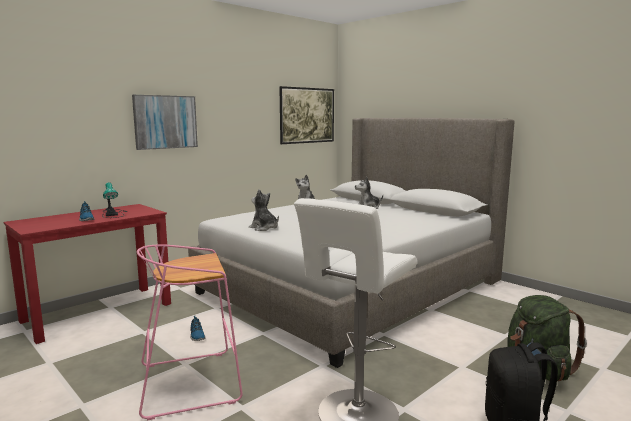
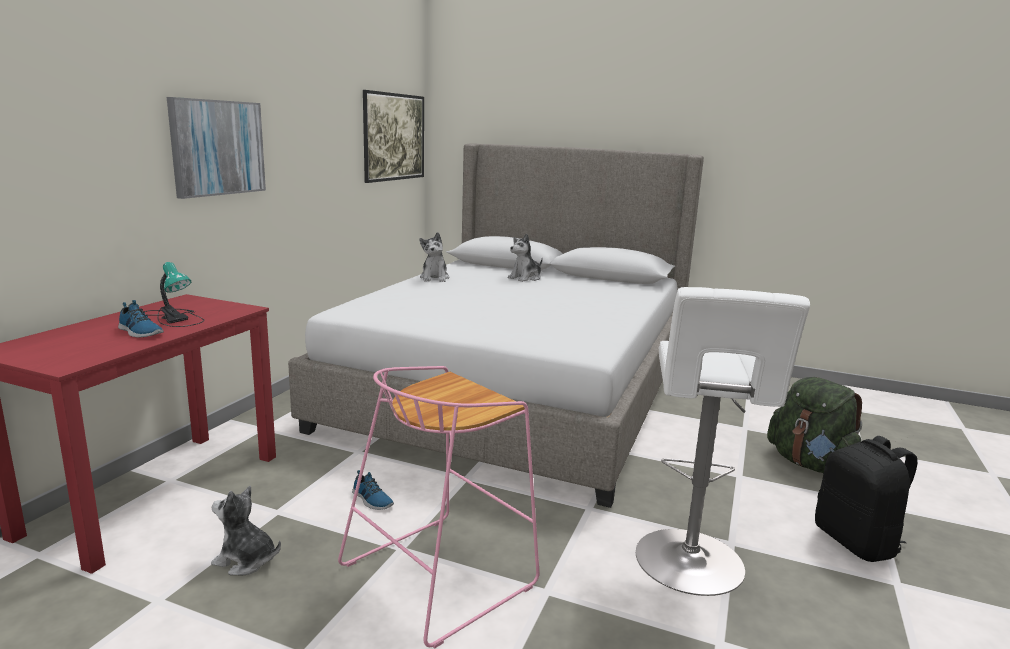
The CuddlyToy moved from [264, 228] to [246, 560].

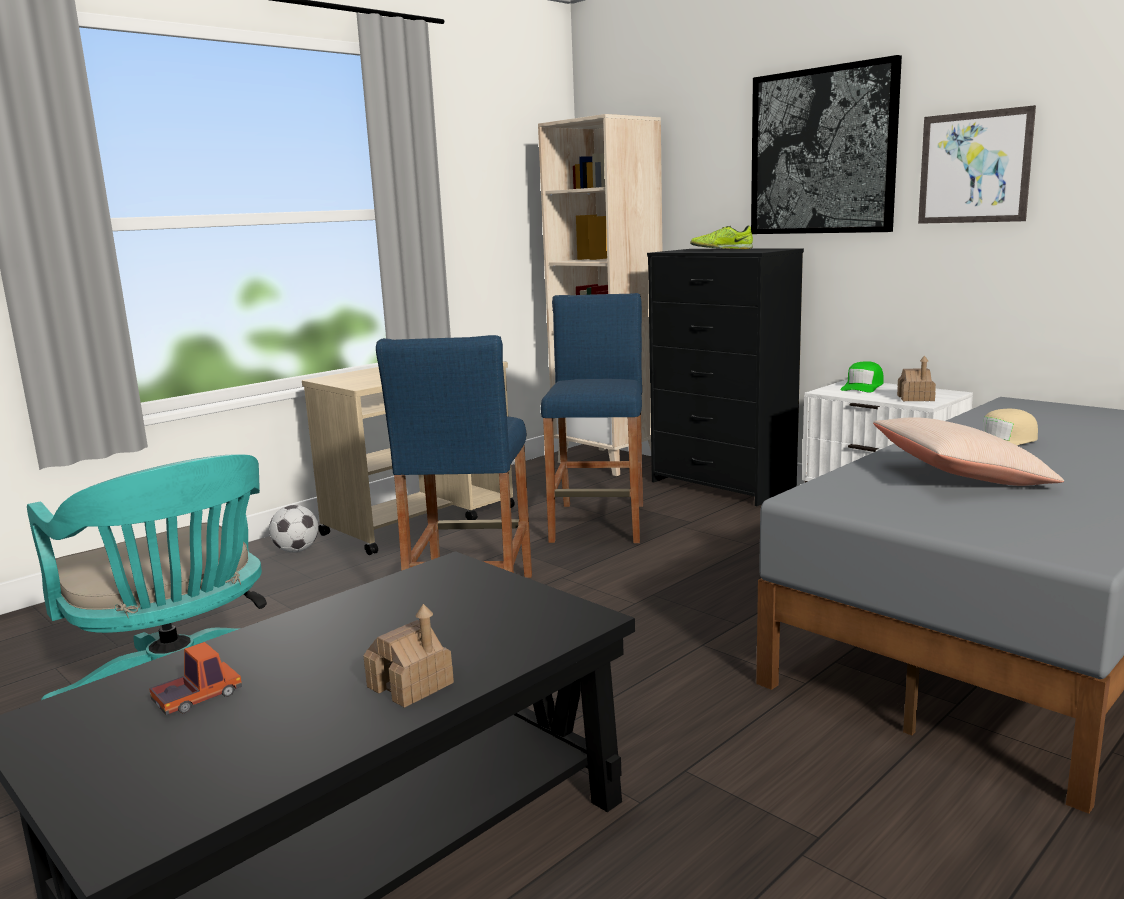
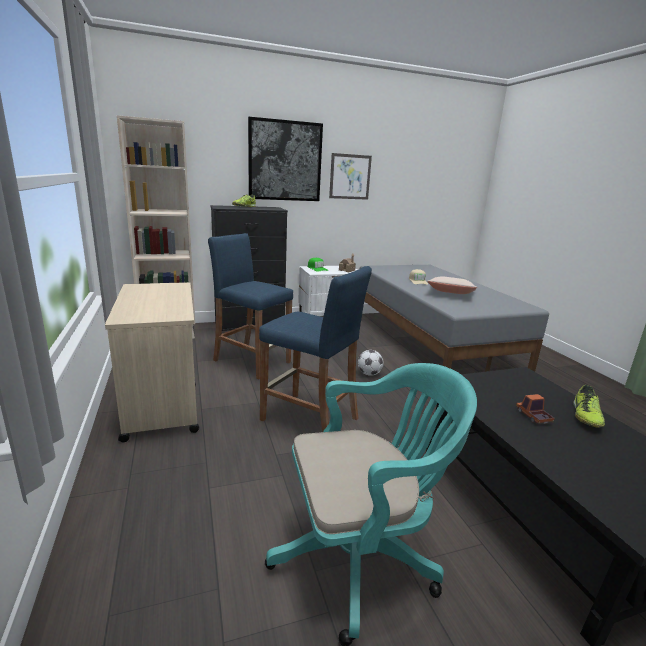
The FootballBall moved from [296, 550] to [369, 374].
The ModelHouse at [410, 685] was replaced by the ItemOfFootwear at [586, 416].
The ToyLorry moved from [197, 698] to [533, 416].

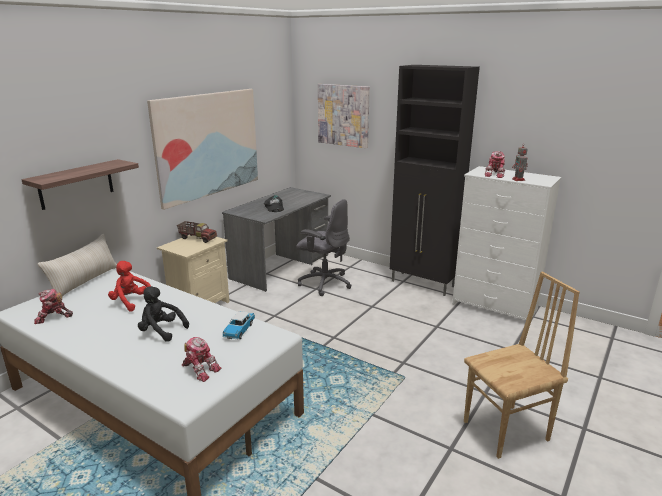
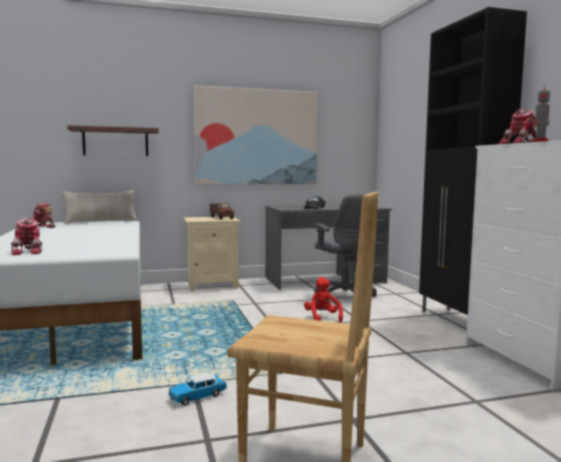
The WallArt at [343, 115] disappeared.
The ReddishCuddlyToy moved from [131, 302] to [322, 318].
The BlackCuddlyToy at [161, 331] disappeared.
The MiniatureCar moved from [239, 330] to [197, 396].

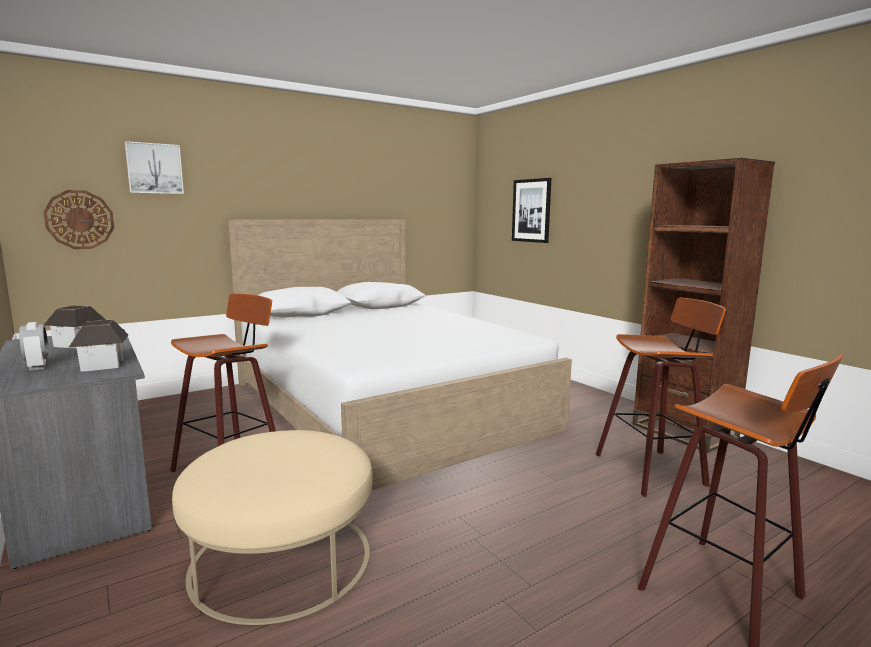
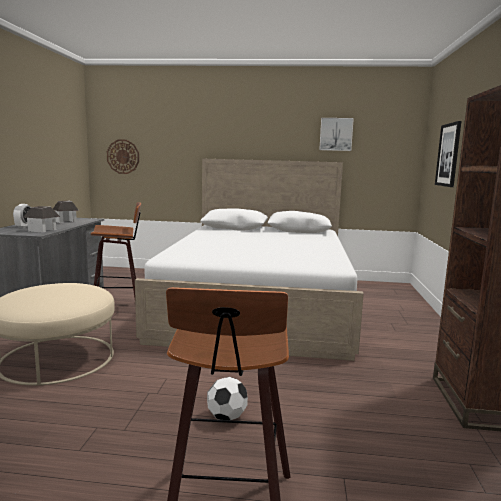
The WallArt moved from [154, 168] to [336, 134].
The StoolSeat at [653, 470] disappeared.
The FootballBall at [226, 417] appeared.

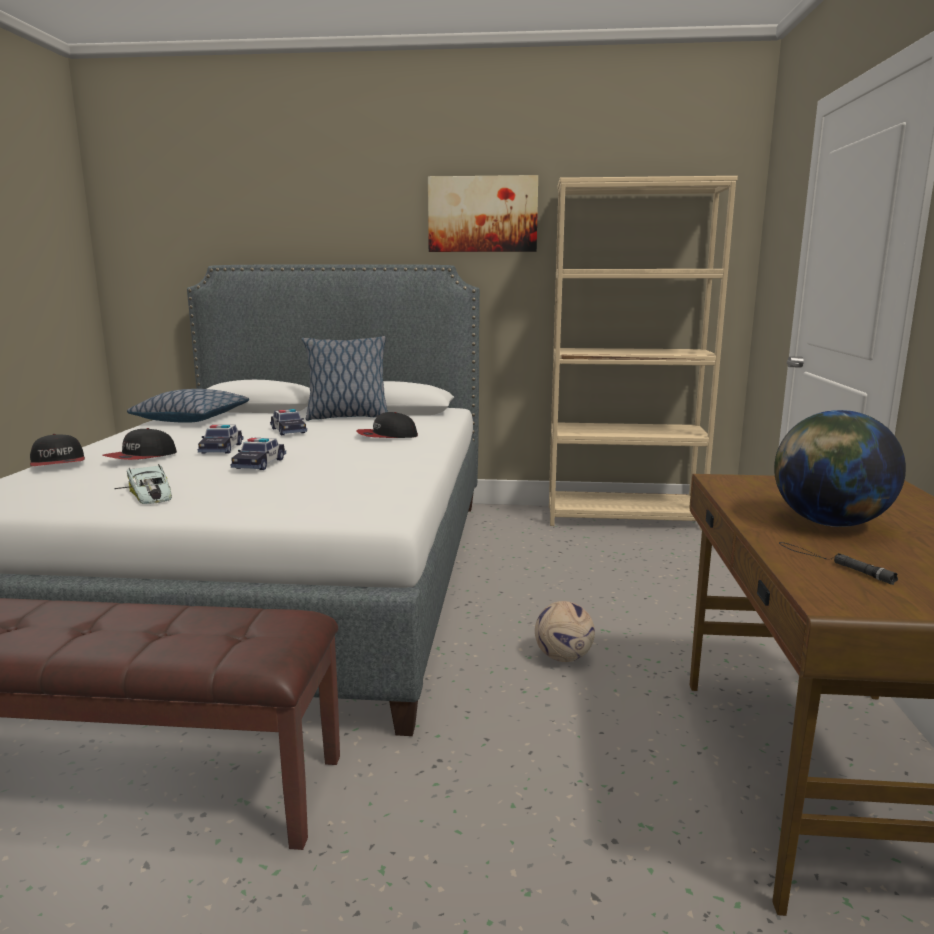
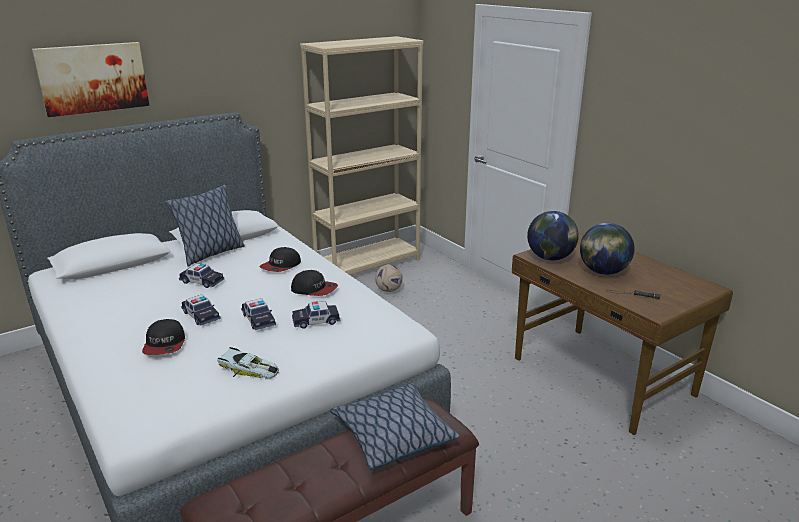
The WallArt moved from [482, 214] to [93, 78].
The Cushion moved from [191, 419] to [392, 436].
The BaseballCap moved from [58, 463] to [314, 289].
The FootballBall moved from [563, 658] to [389, 290].
The Globe at [550, 258] appeared.
The MiniatureCar at [316, 321] appeared.

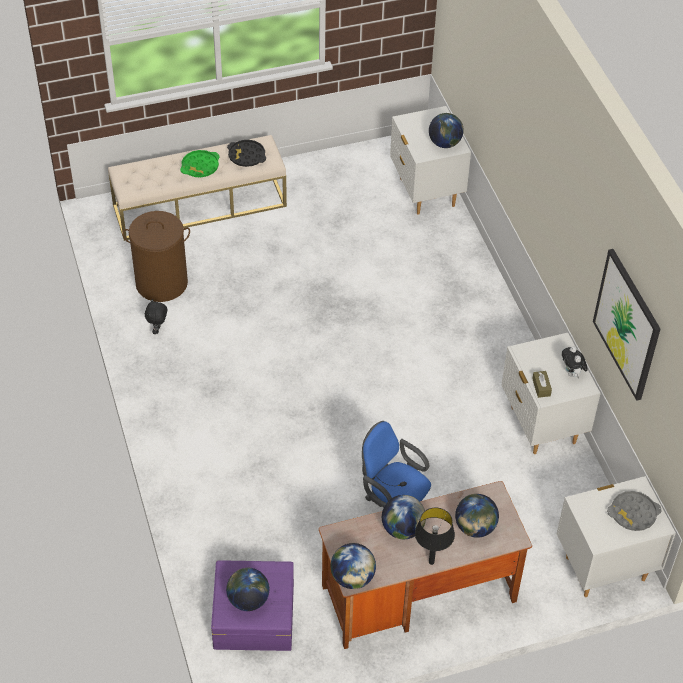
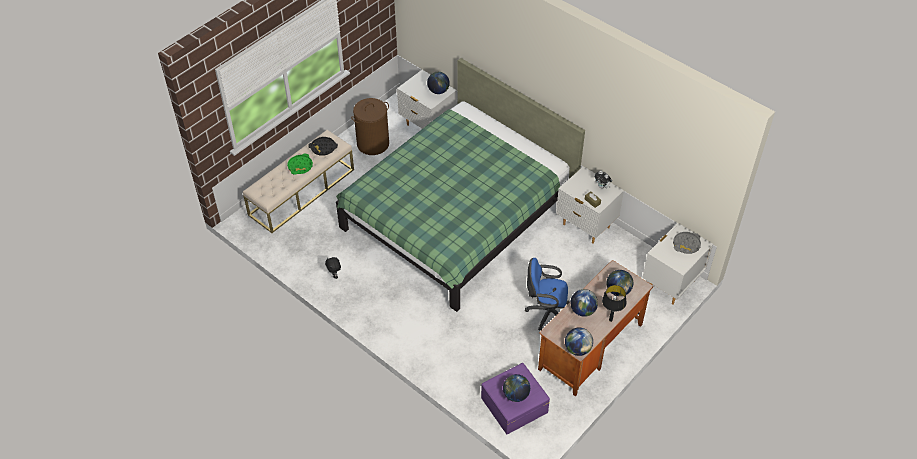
The BrownWashingBasket moved from [162, 283] to [373, 144].
The WallArt at [627, 324] disappeared.
The GreenBedroomBed at [457, 215] appeared.

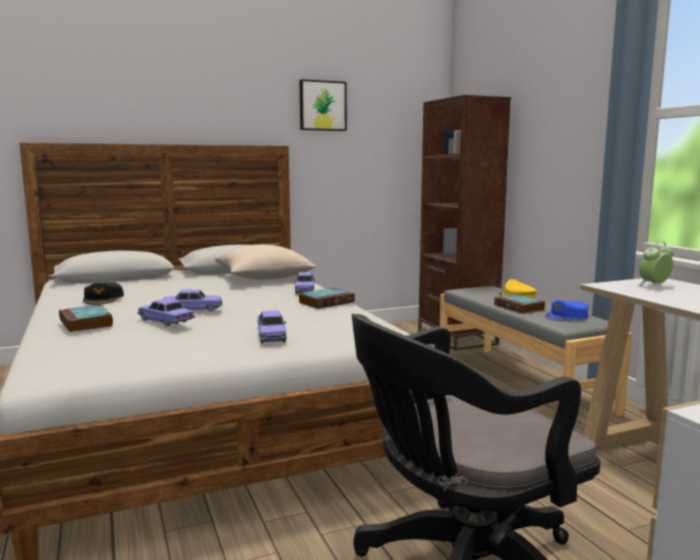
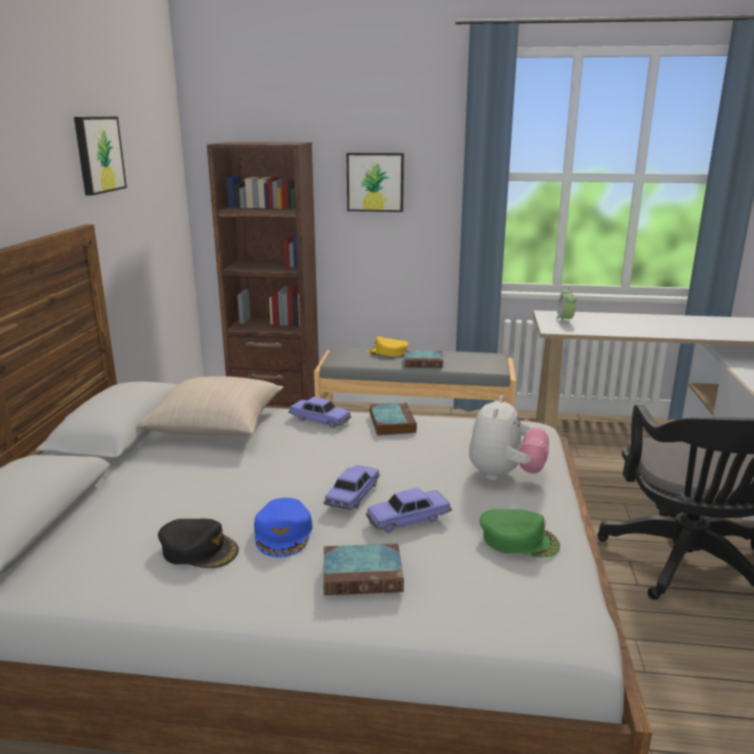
The BlueBaseballCap moved from [567, 316] to [283, 534].
The MiniatureCar at [271, 335] was replaced by the CuddlyToy at [505, 475].
The WallArt at [375, 182] appeared.
The GreenBaseballCap at [518, 539] appeared.

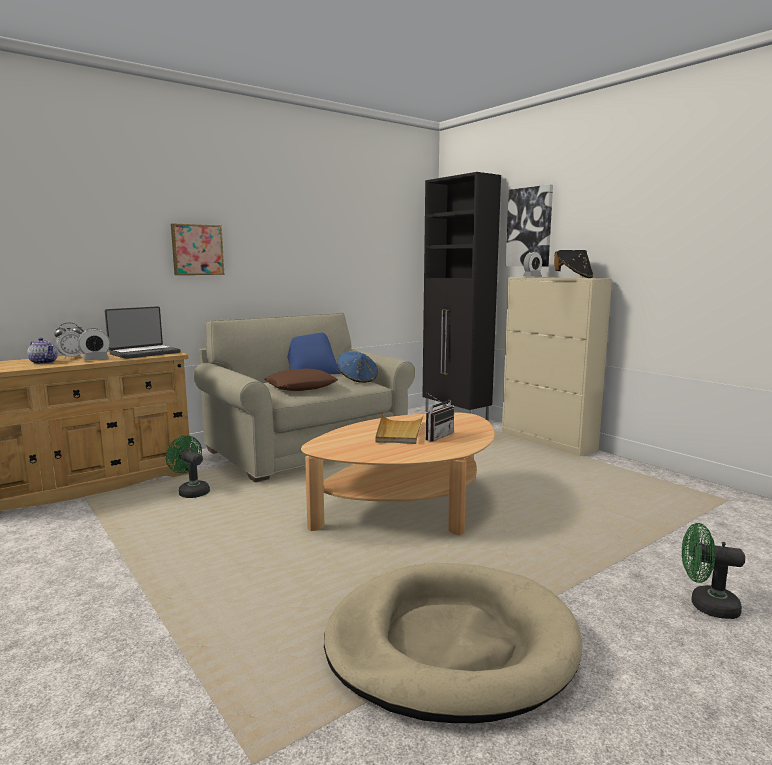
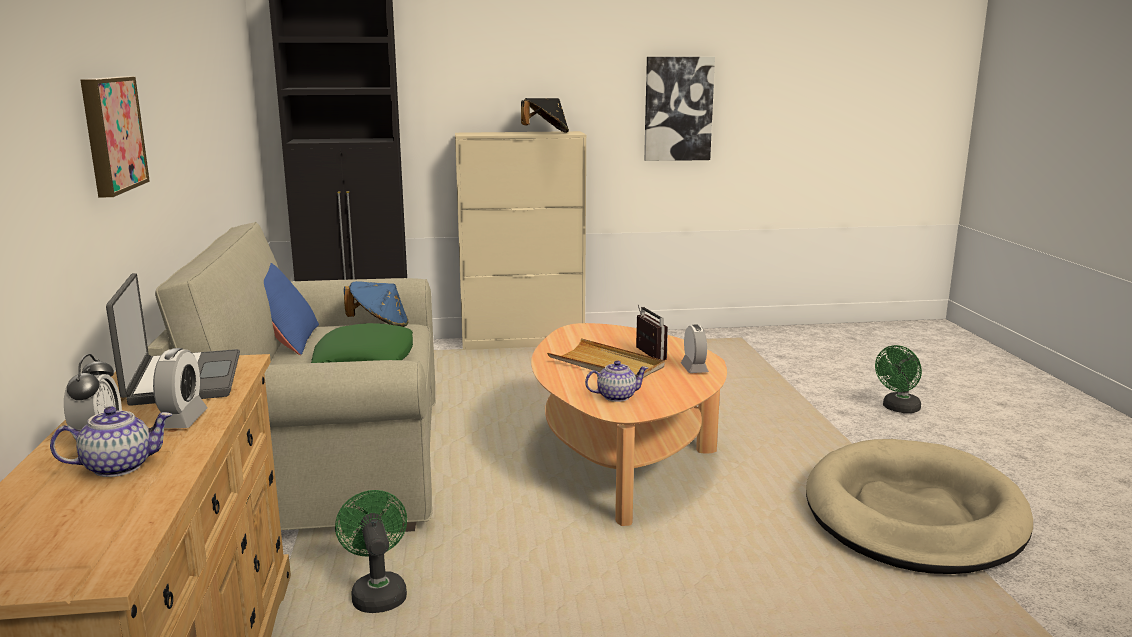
The WallArt moved from [529, 227] to [678, 109].
The AlarmClock moved from [532, 277] to [694, 368].
The BrownCushion at [301, 386] became the GreenCushion at [365, 358].
The GreenFan at [191, 491] turned 90 degrees clockwise.
The Teapot at [616, 396] appeared.

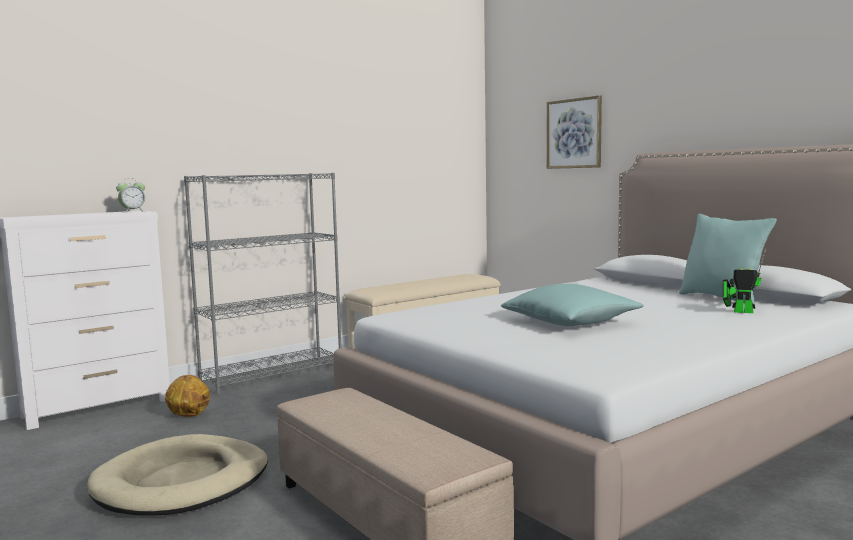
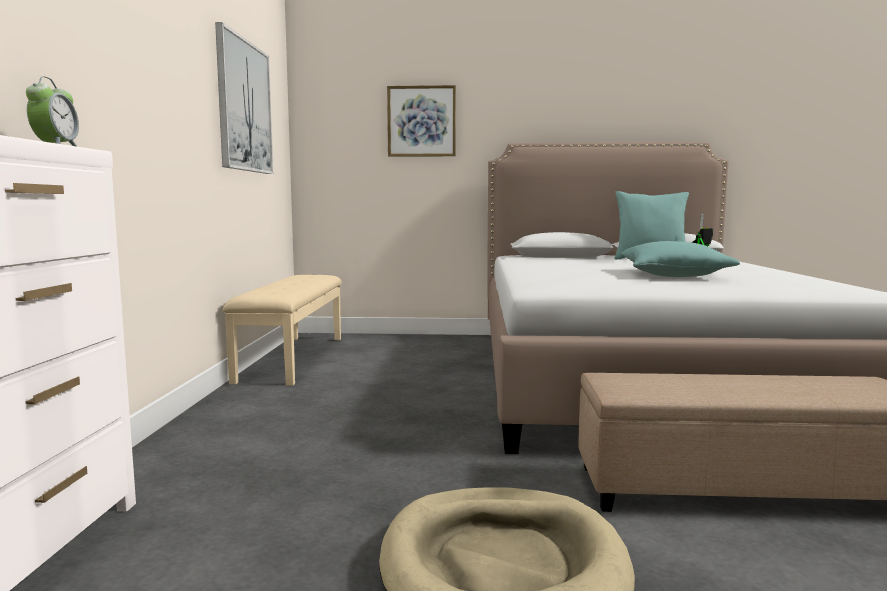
The GreyBookcase at [273, 374] disappeared.
The BallForBasketball at [189, 415] disappeared.
The WallArt at [244, 106] appeared.

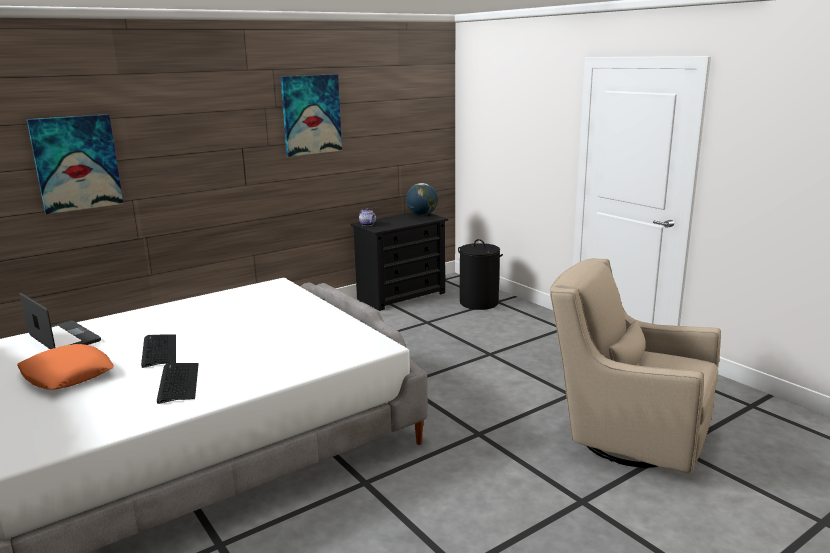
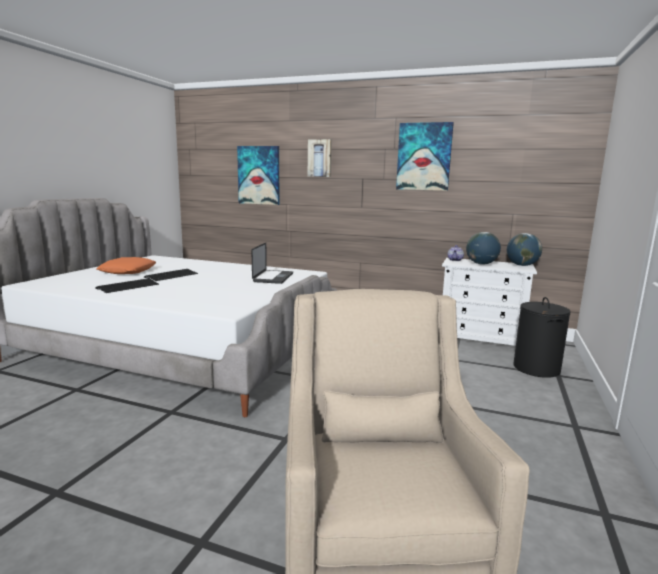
The BlackChestOfDrawers at [402, 296] became the WhitishChestOfDrawers at [480, 338].
The Laptop moved from [64, 338] to [273, 277].
The WallArt at [320, 158] appeared.
The Globe at [481, 264] appeared.

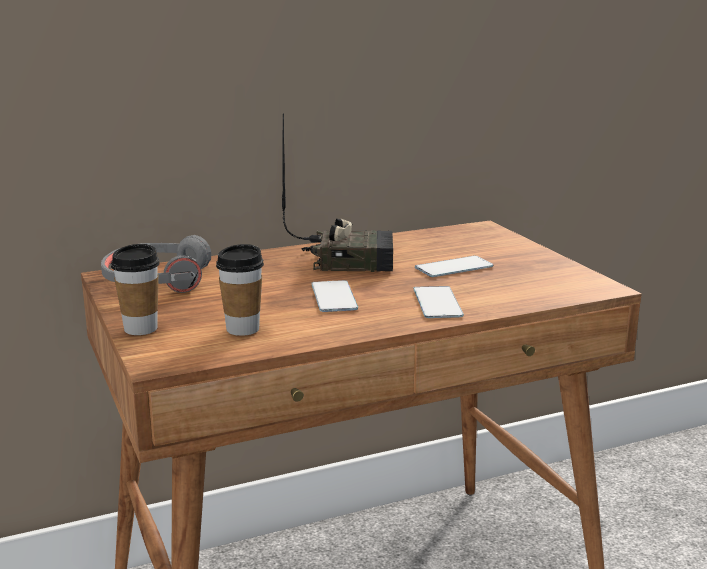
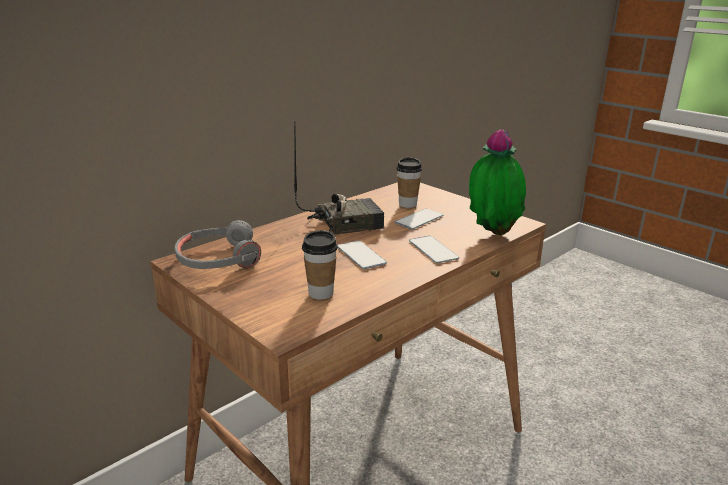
The SmallCup moved from [140, 329] to [407, 204].
The PlantInAPot at [491, 235] appeared.

